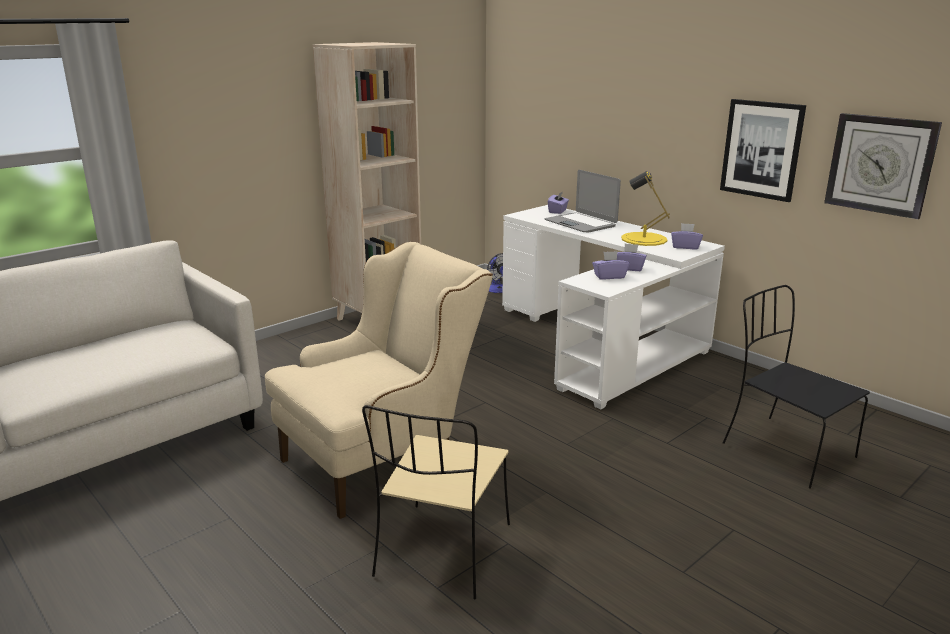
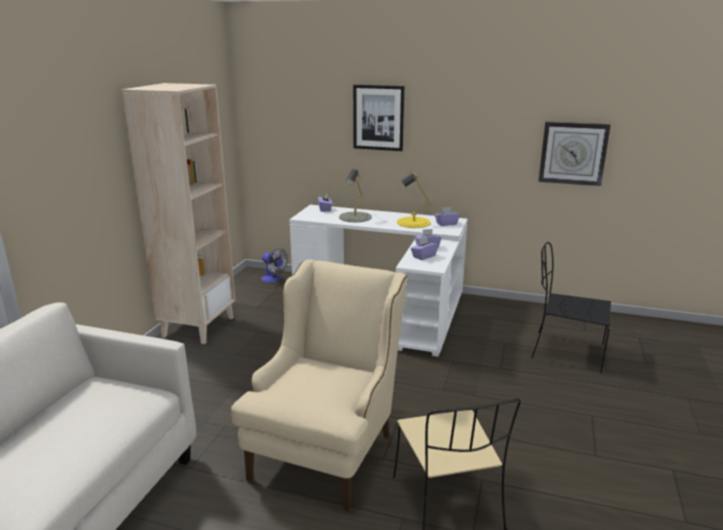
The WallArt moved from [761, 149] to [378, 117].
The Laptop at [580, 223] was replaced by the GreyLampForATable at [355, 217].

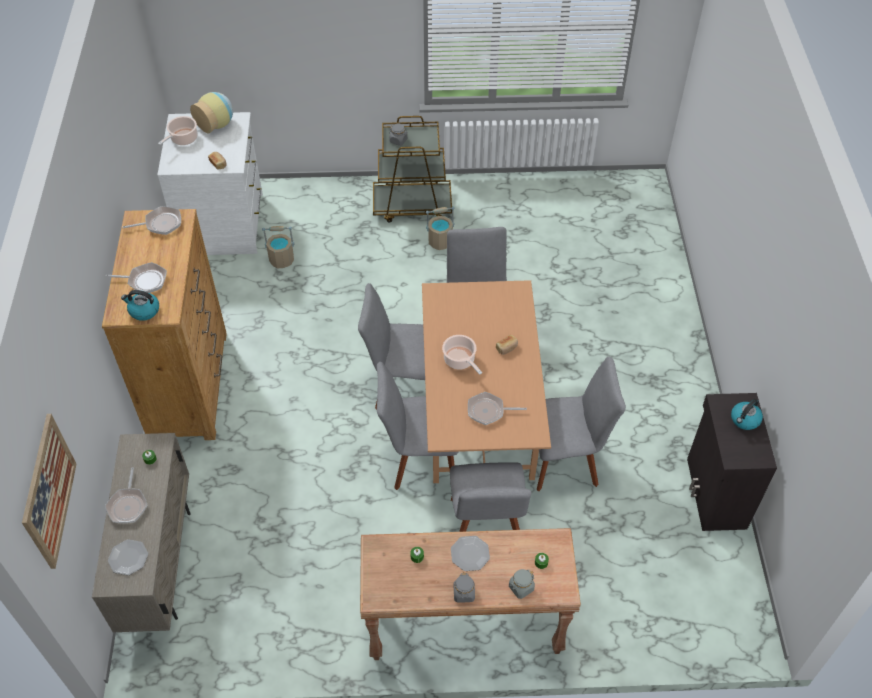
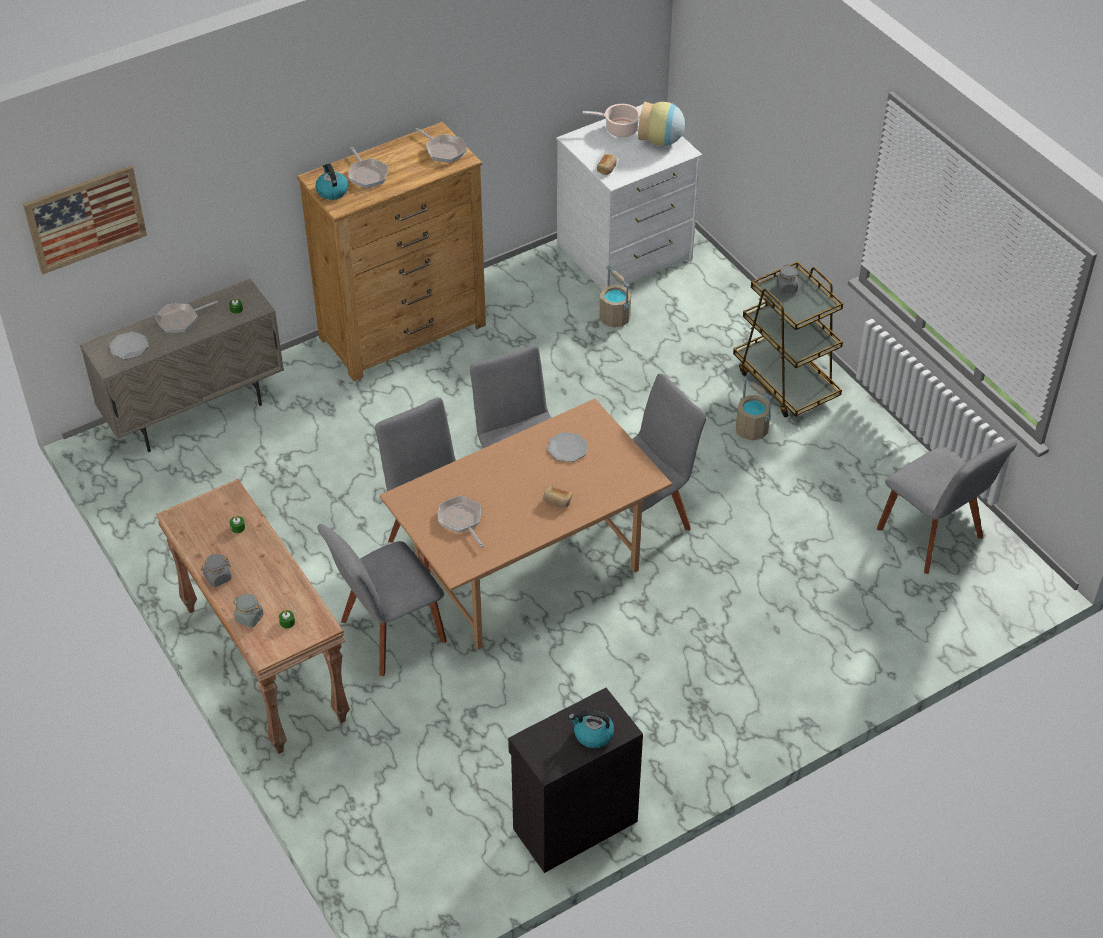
The Stockpot at [460, 360] disappeared.
The GreyPlainChair moved from [566, 460] to [933, 537].
The Plate moved from [470, 554] to [567, 448].

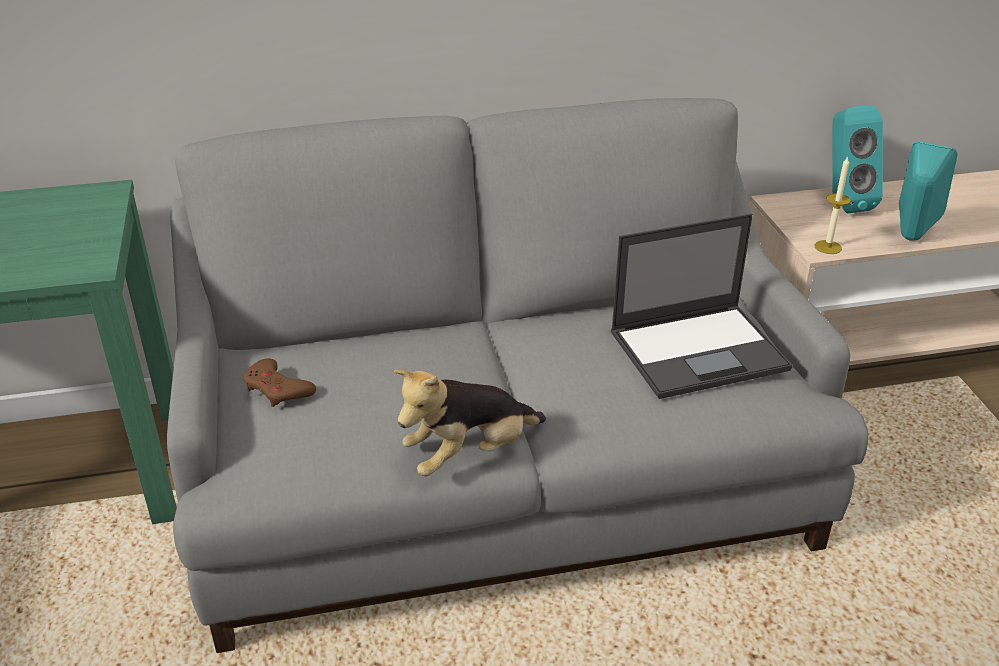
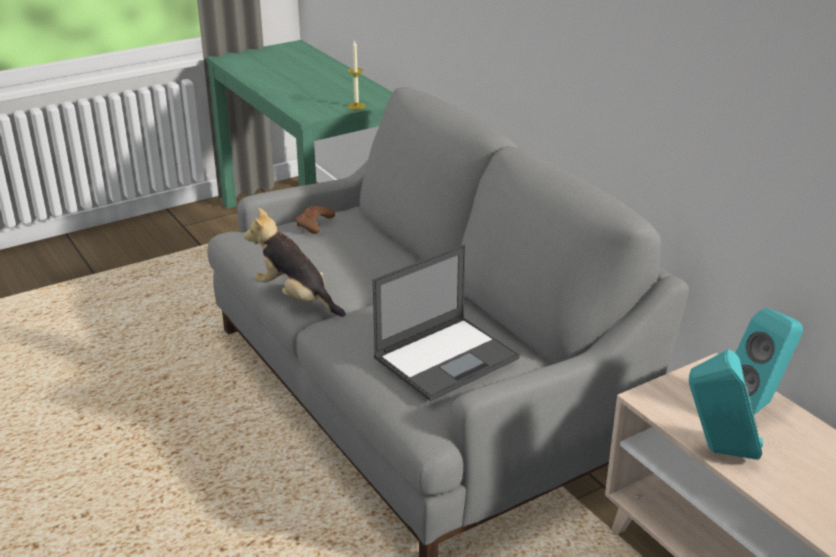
The WaxCandle moved from [828, 247] to [356, 106].
The Laptop at [700, 350] turned 90 degrees counterclockwise.

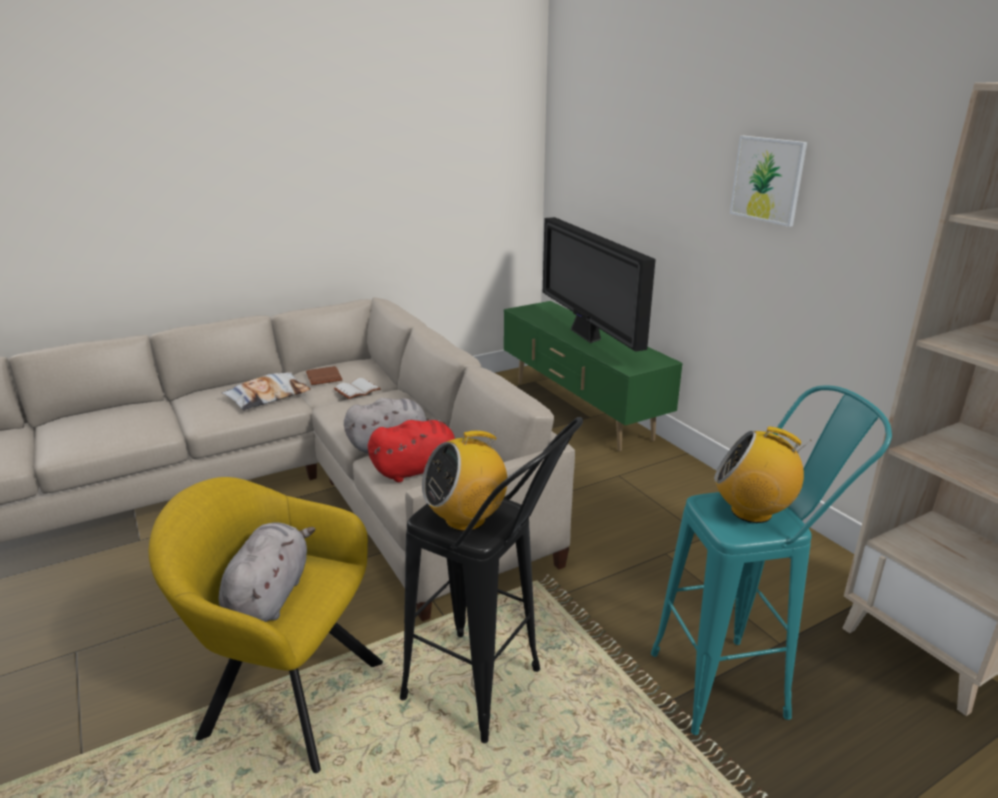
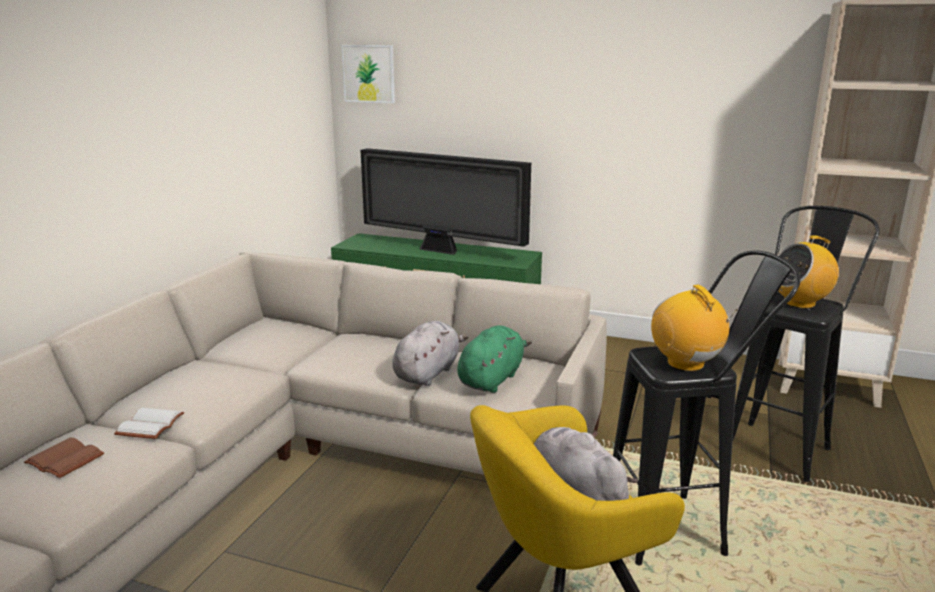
The WallArt moved from [767, 180] to [369, 73].
The BrownVolume moved from [322, 377] to [62, 460].
The Cushion at [268, 397] disappeared.
The WhitishVolume moved from [357, 391] to [151, 426].
The BlueGreenStoolSeat at [737, 681] became the BlackStoolSeat at [782, 444].
The ReddishCuddlyToy at [418, 470] became the GreenCuddlyToy at [492, 379].
The Radio at [466, 519] turned 135 degrees clockwise.

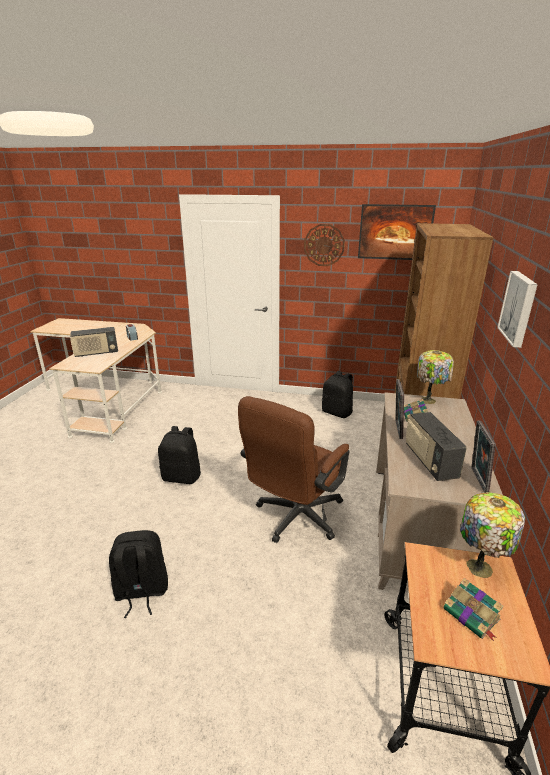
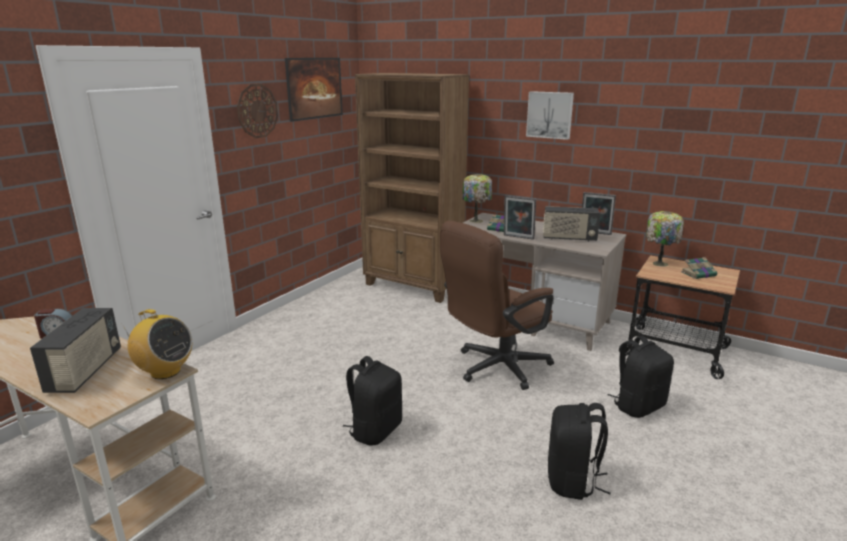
The BlackBackpack moved from [337, 412] to [638, 406].
The BrownDeskChair at [294, 519] turned 90 degrees clockwise.
The Radio at [165, 371] appeared.

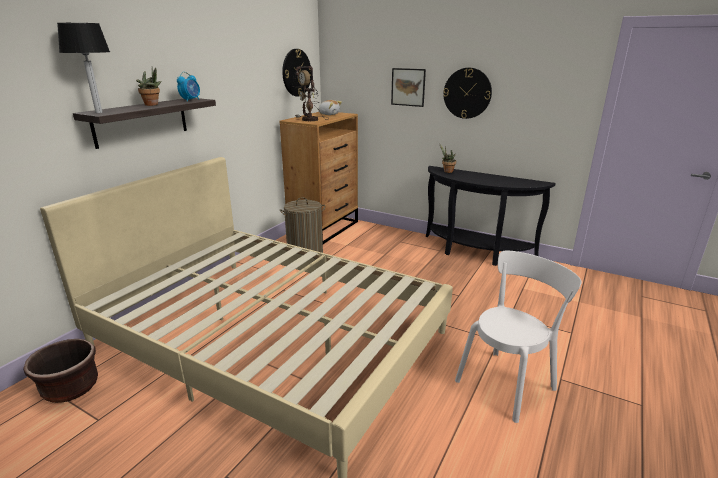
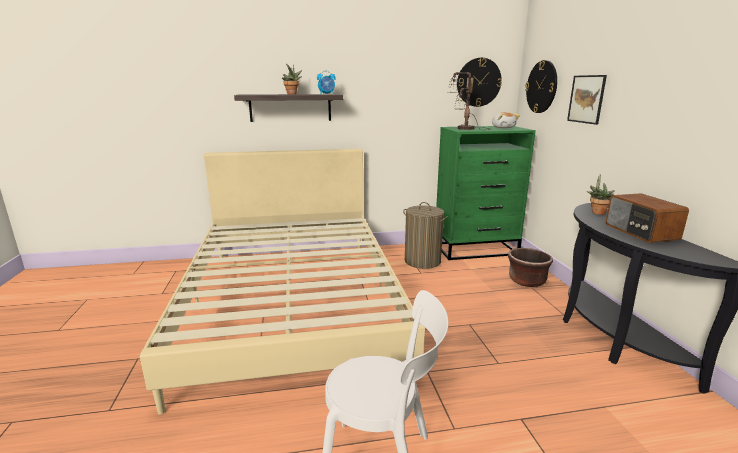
The LampForATable at [99, 112] disappeared.
The WallClock moved from [467, 93] to [542, 87].
The BrownChestOfDrawers at [324, 228] became the GreenChestOfDrawers at [476, 249].
The BrownFlowerPot moved from [70, 388] to [526, 281].
The Radio at [640, 232] appeared.

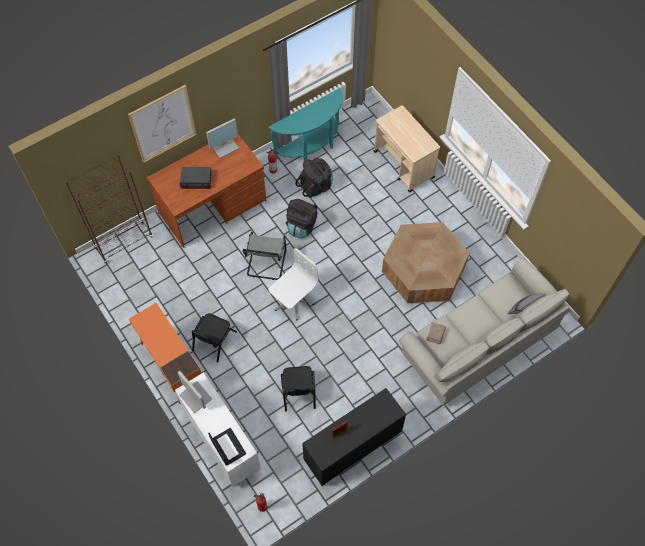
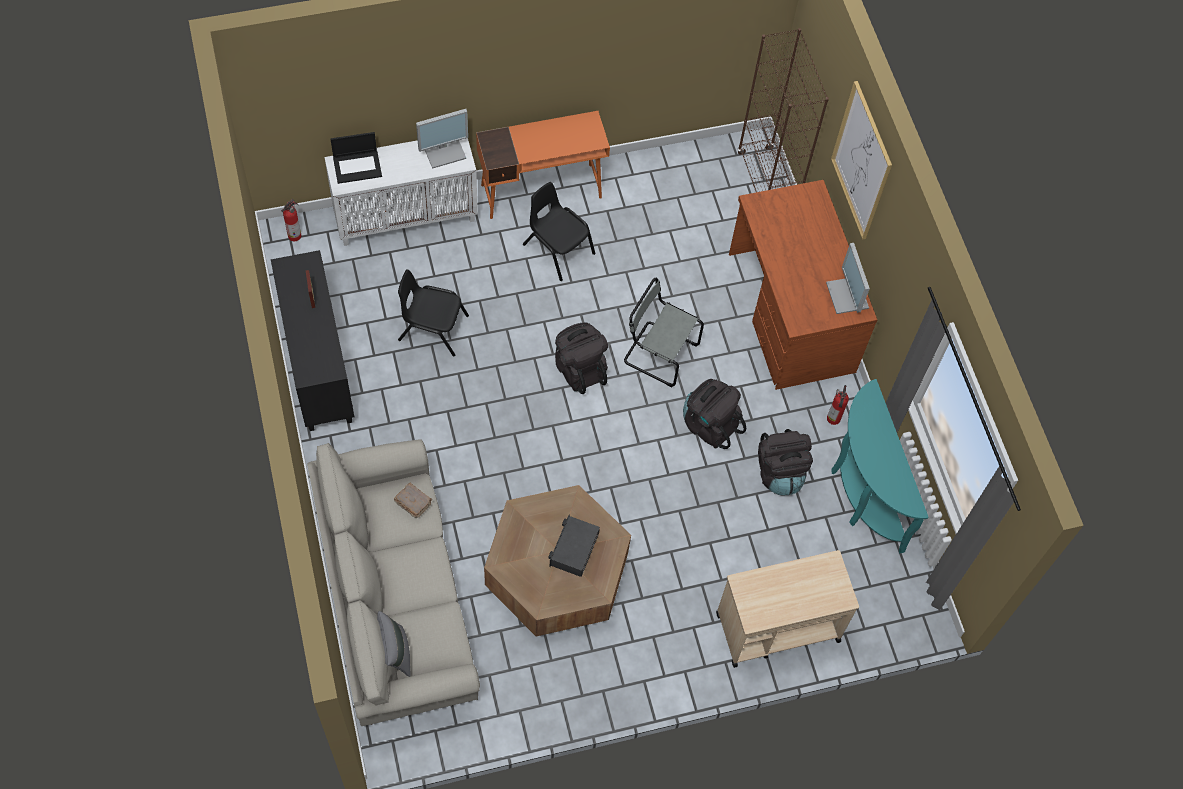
The Radio moved from [196, 181] to [573, 549].
The WhitishDeskChair at [293, 301] was replaced by the BlackBackpack at [579, 368].

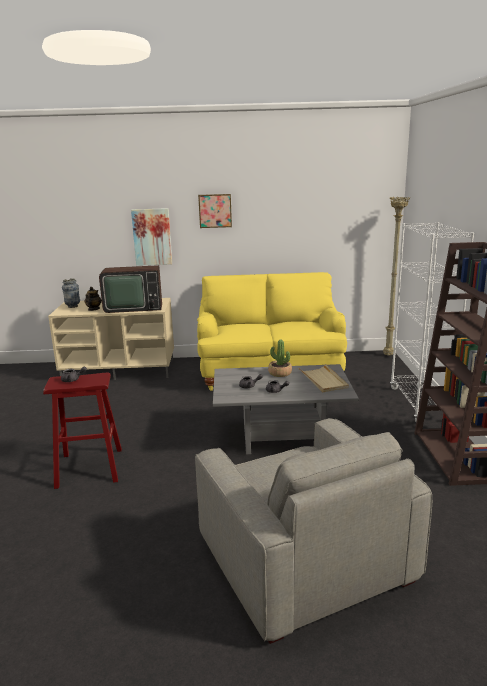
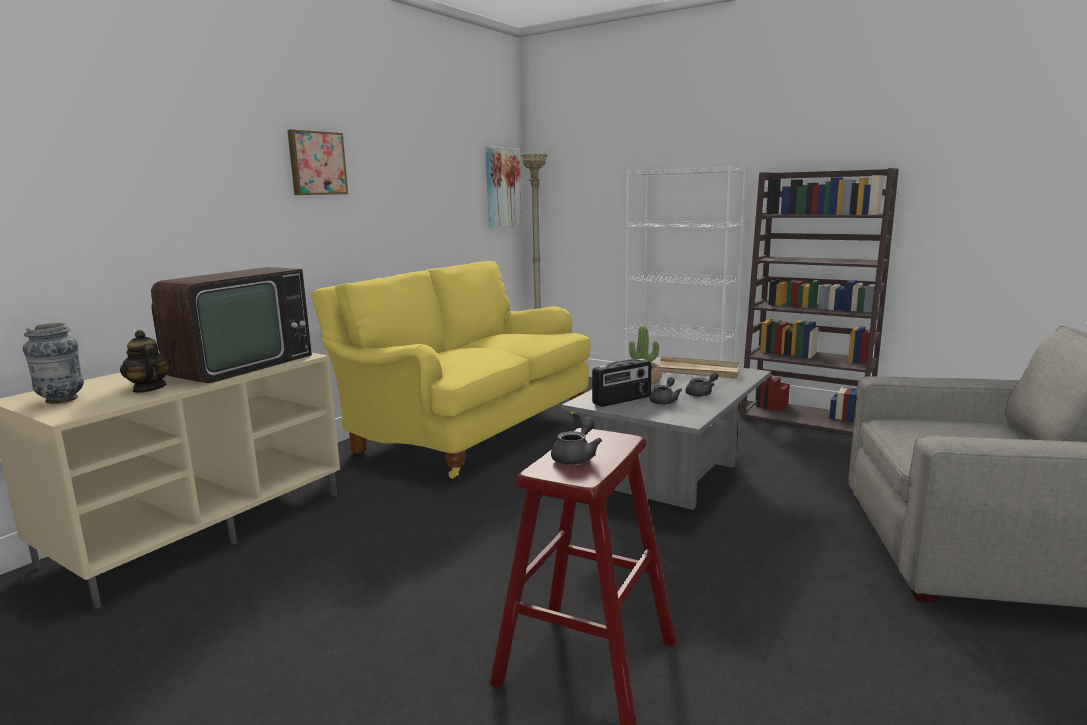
The WallArt moved from [152, 237] to [502, 187].
The Radio at [622, 400] appeared.

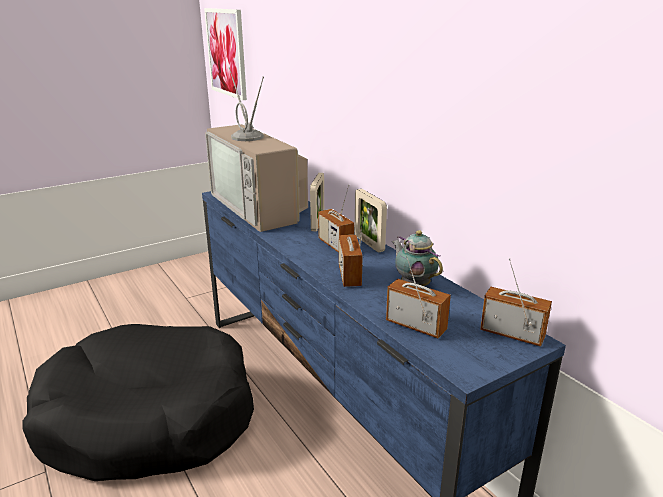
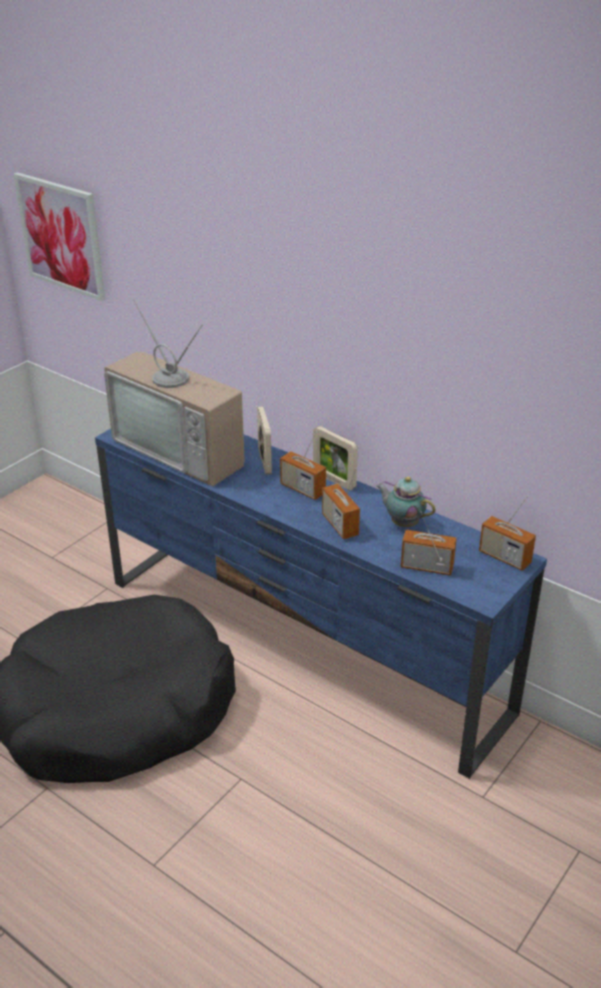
The Radio at [512, 334] turned 150 degrees counterclockwise.

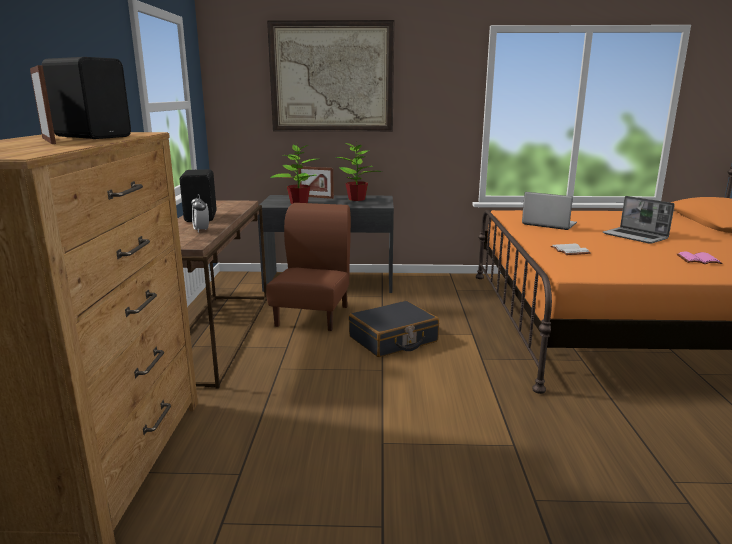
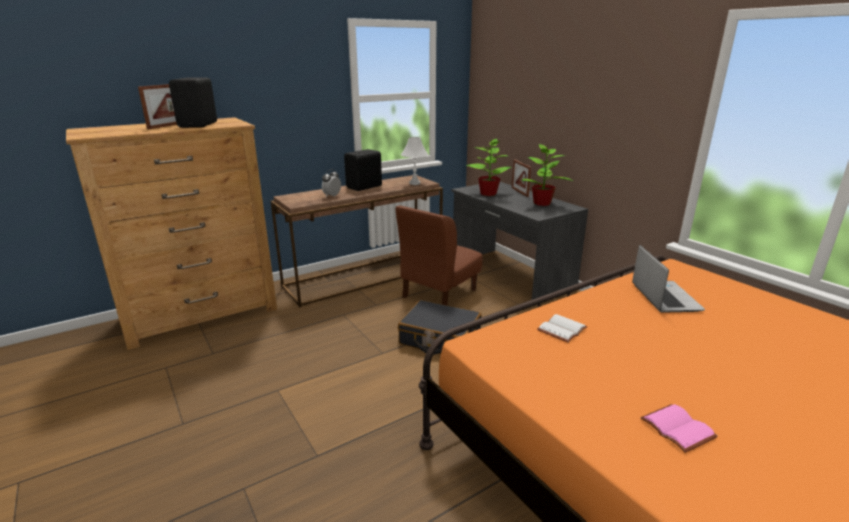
The WallArt at [331, 77] disappeared.
The Laptop at [635, 236] disappeared.
The BrownPlainChair at [313, 315] turned 150 degrees clockwise.
The WhitishLampForATable at [414, 183] appeared.

